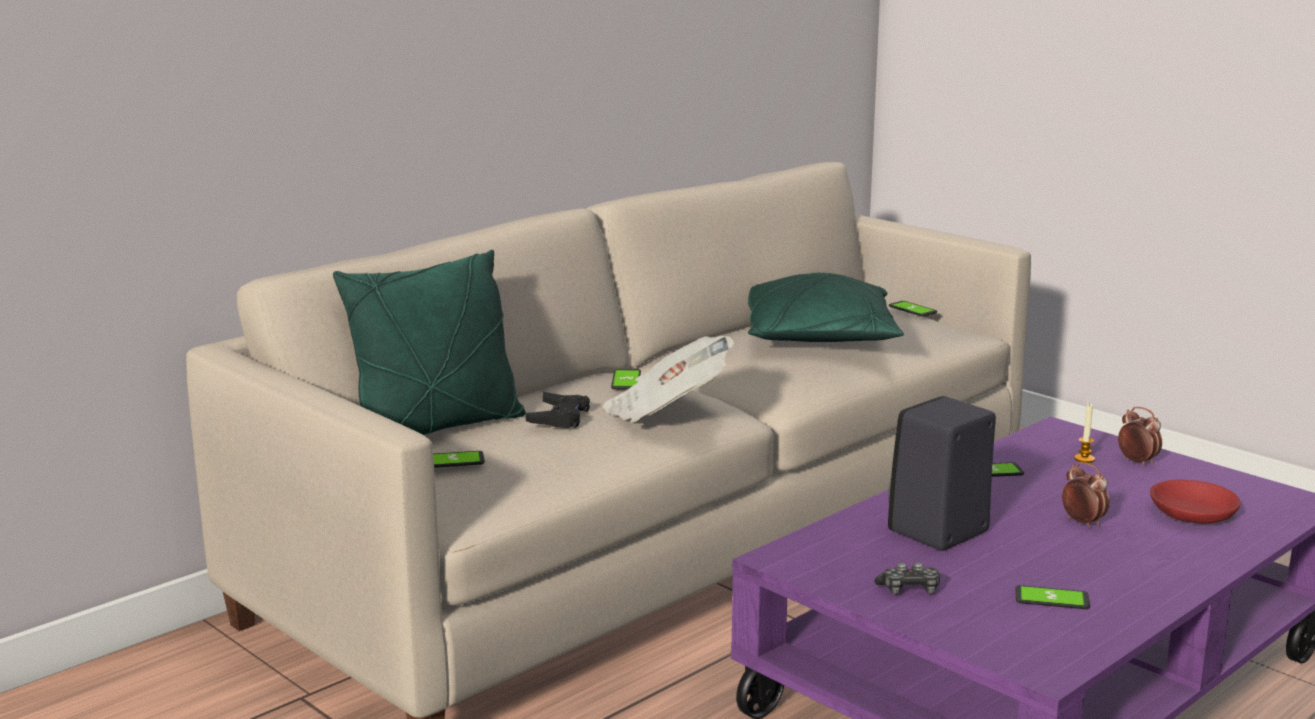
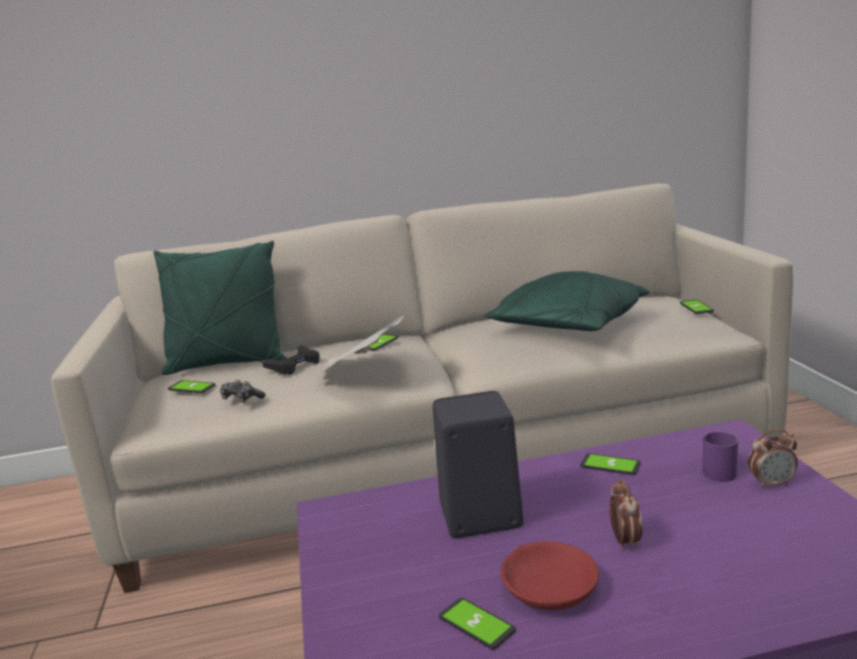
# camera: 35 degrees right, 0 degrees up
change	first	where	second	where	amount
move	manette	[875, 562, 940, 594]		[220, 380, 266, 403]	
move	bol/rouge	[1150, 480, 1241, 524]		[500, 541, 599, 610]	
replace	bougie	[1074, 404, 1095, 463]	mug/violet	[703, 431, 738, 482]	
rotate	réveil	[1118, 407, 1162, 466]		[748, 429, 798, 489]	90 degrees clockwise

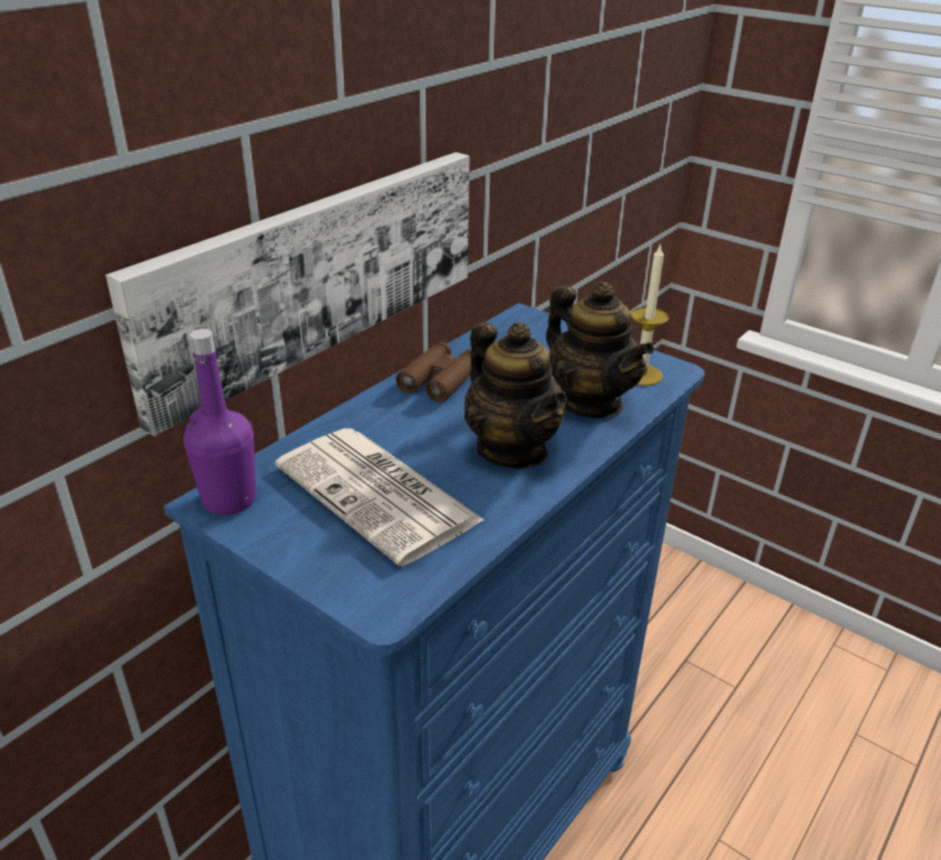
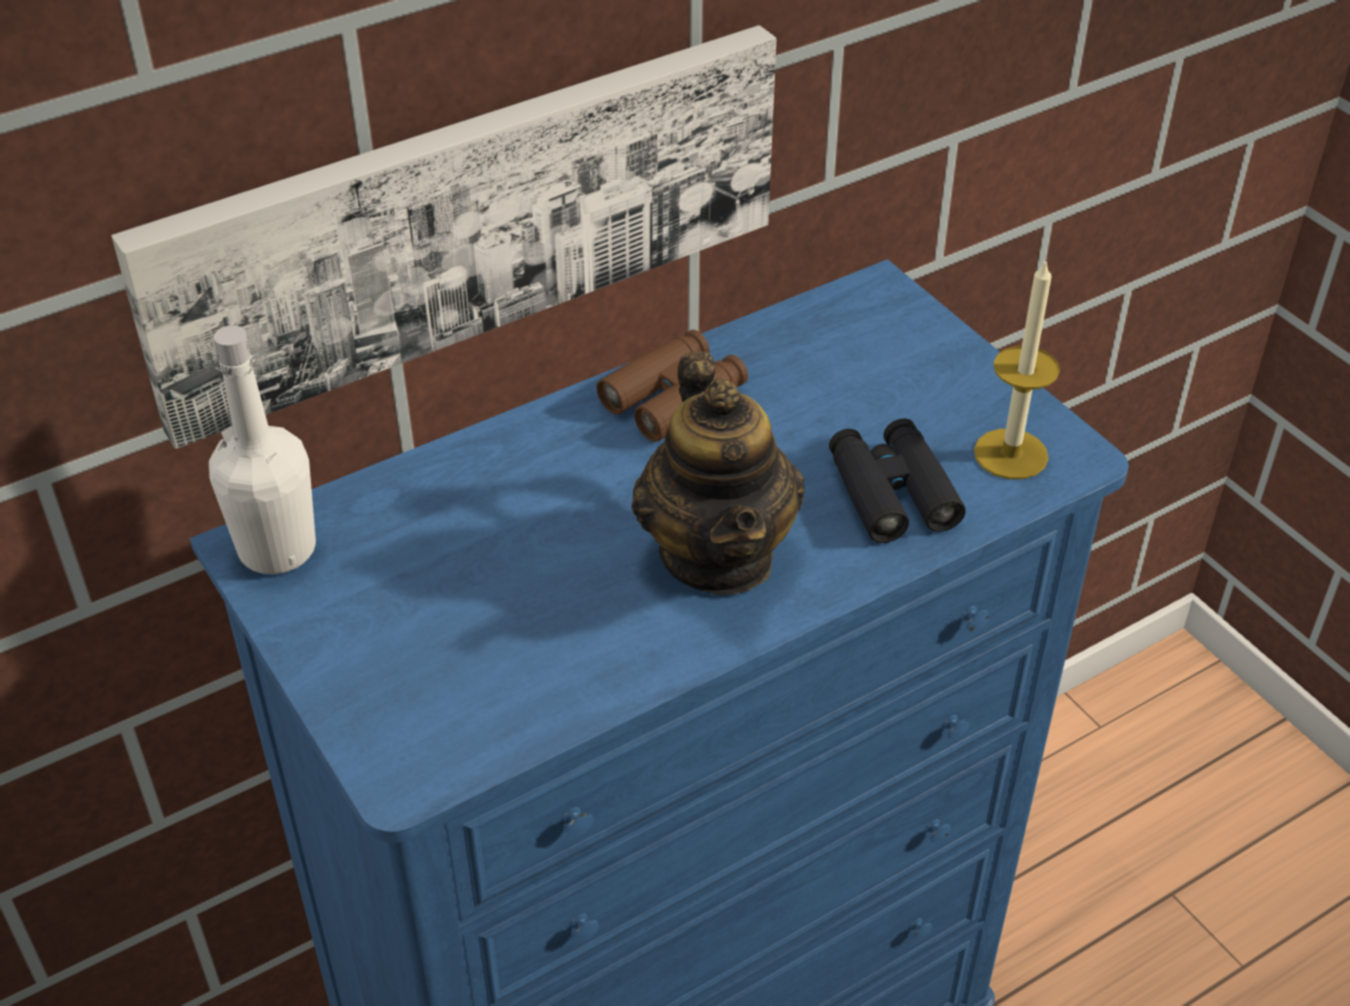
# camera: 20 degrees right, 10 degrees up
change	first	where	second	where	amount
delete	journal	[275, 428, 485, 566]			
replace	théière	[546, 282, 654, 418]	jumelles/noir	[829, 418, 966, 543]	
recolor	bouteille/violet	[184, 329, 256, 515]	bouteille/blanc	[209, 325, 316, 574]	

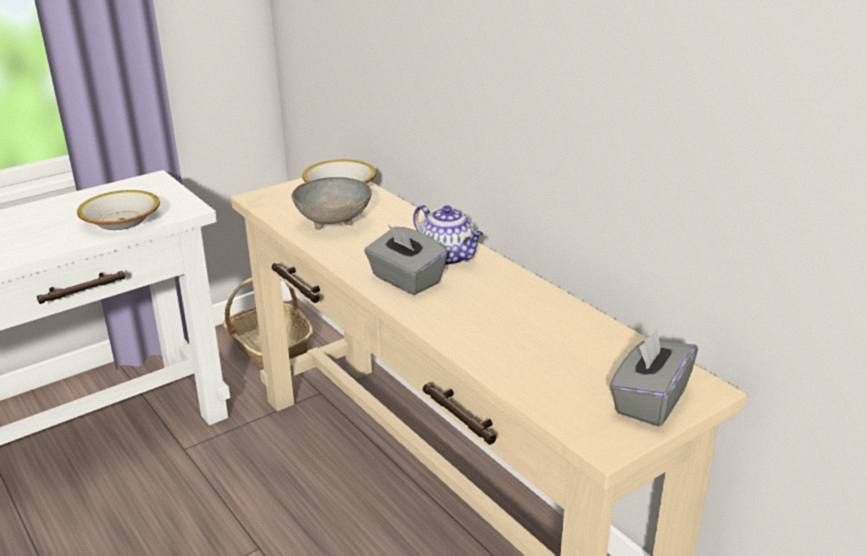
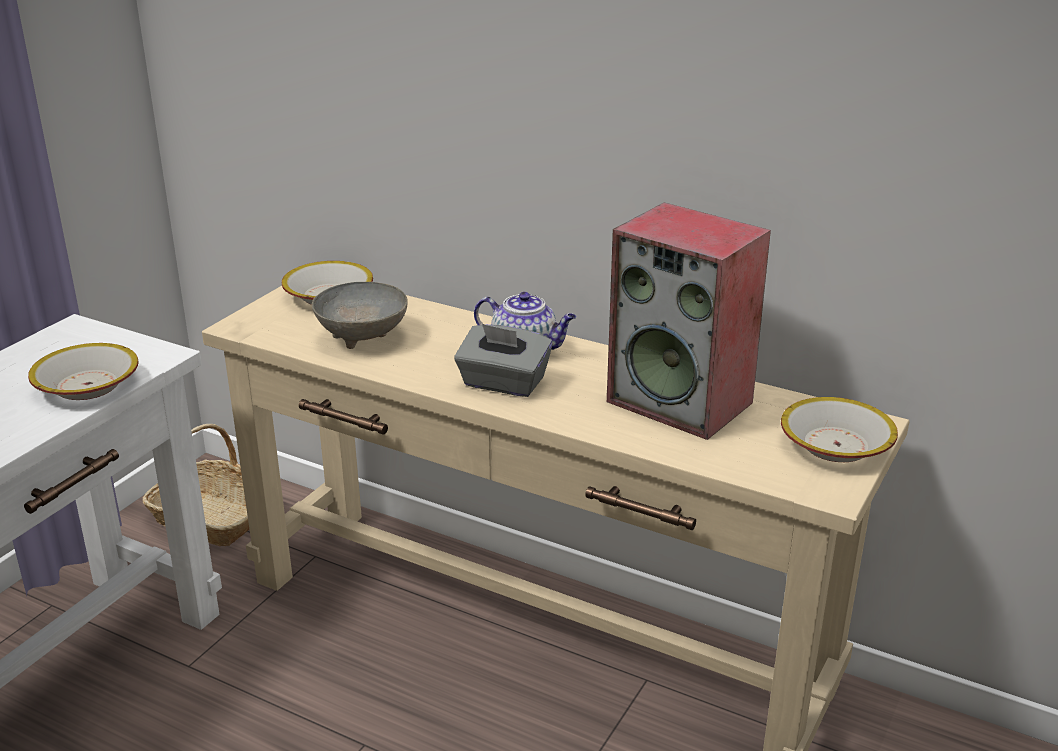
# camera: 25 degrees left, 0 degrees up
change	first	where	second	where	amount
insert			enceinte	[607, 202, 771, 440]	
replace	boîte à mouchoirs/gris	[610, 328, 698, 427]	bol	[781, 397, 898, 462]	

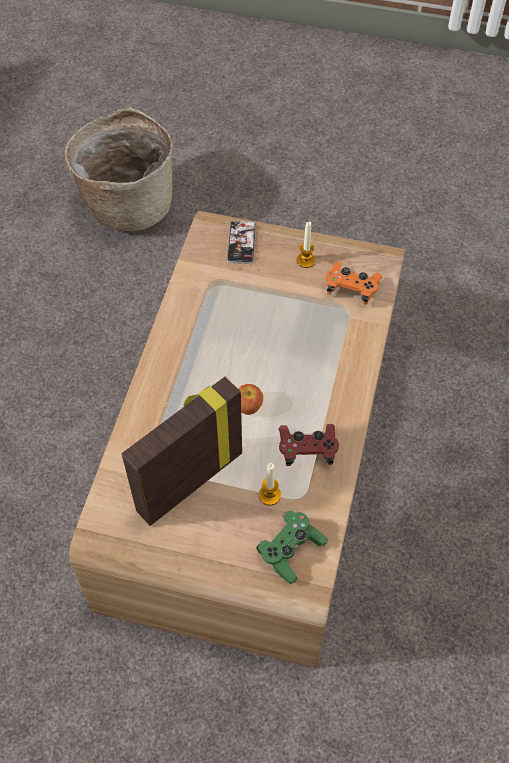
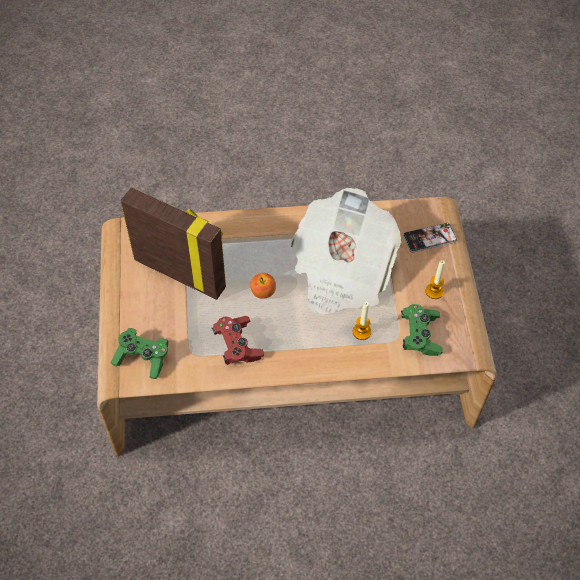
# camera: 70 degrees right, 0 degrees up
change	first	where	second	where	amount
delete	panier	[65, 107, 173, 231]			
insert			journal	[291, 188, 401, 314]	
move	bougie	[259, 463, 281, 506]		[353, 301, 371, 340]	
recolor	manette/orange	[326, 262, 383, 305]	manette/vert	[401, 304, 443, 356]	

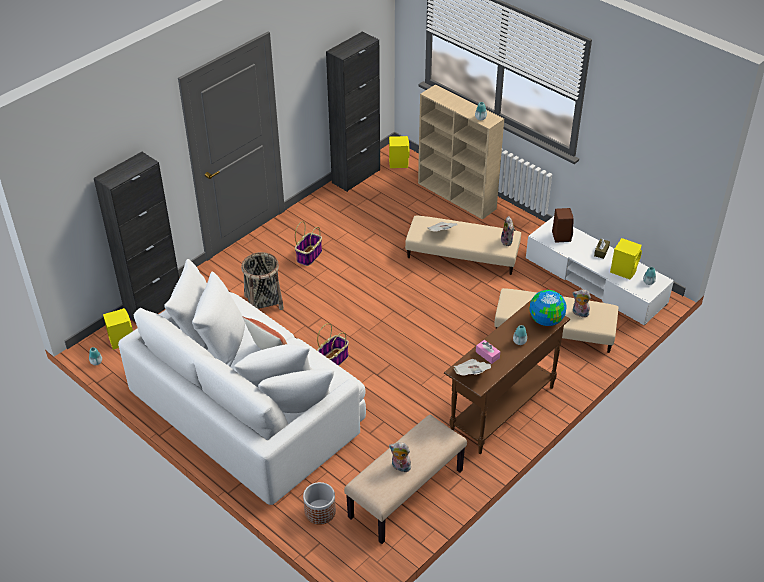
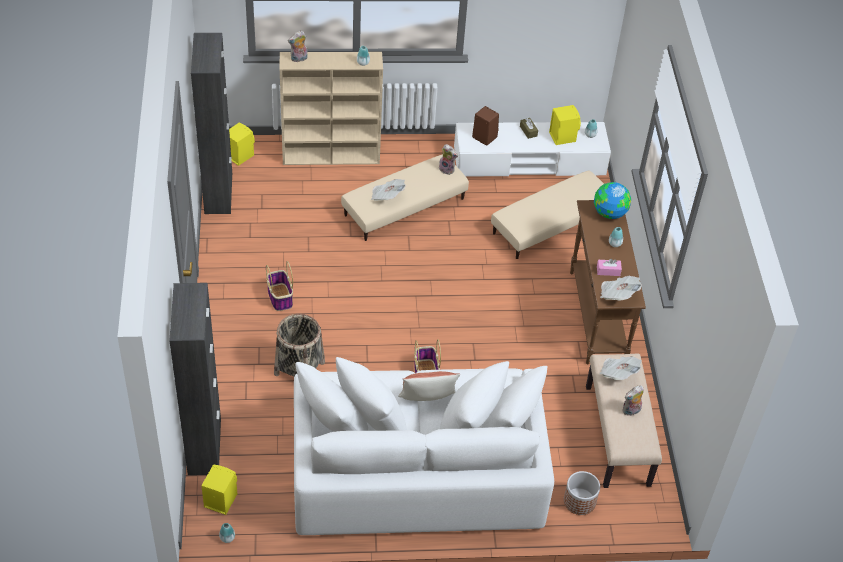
# camera: 50 degrees left, 5 degrees up
change	first	where	second	where	amount
insert			journal	[599, 356, 641, 380]	
move	peluche	[572, 289, 591, 317]		[288, 31, 308, 62]	

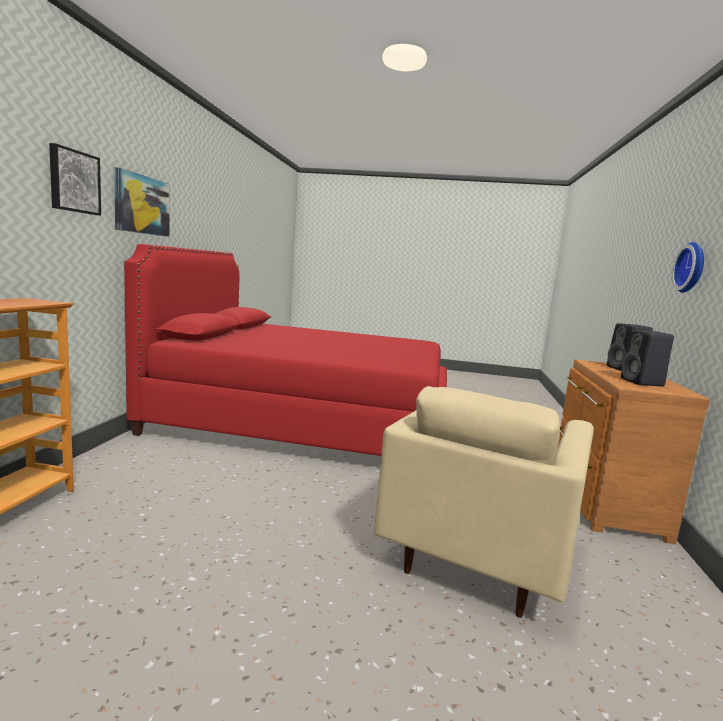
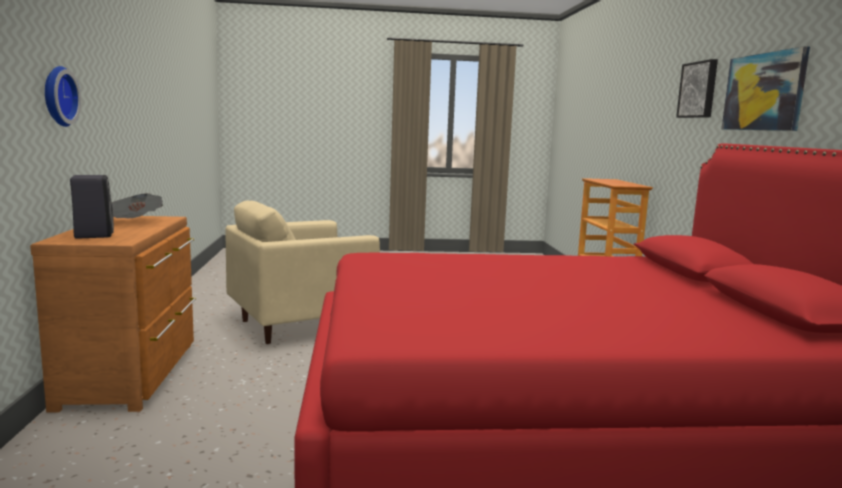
# camera: 165 degrees right, 0 degrees up
change	first	where	second	where	amount
replace	enceinte/noir	[621, 330, 674, 386]	journal	[112, 193, 163, 218]	
rotate	fauteuil/beige	[374, 386, 594, 618]		[225, 201, 380, 344]	135 degrees counterclockwise

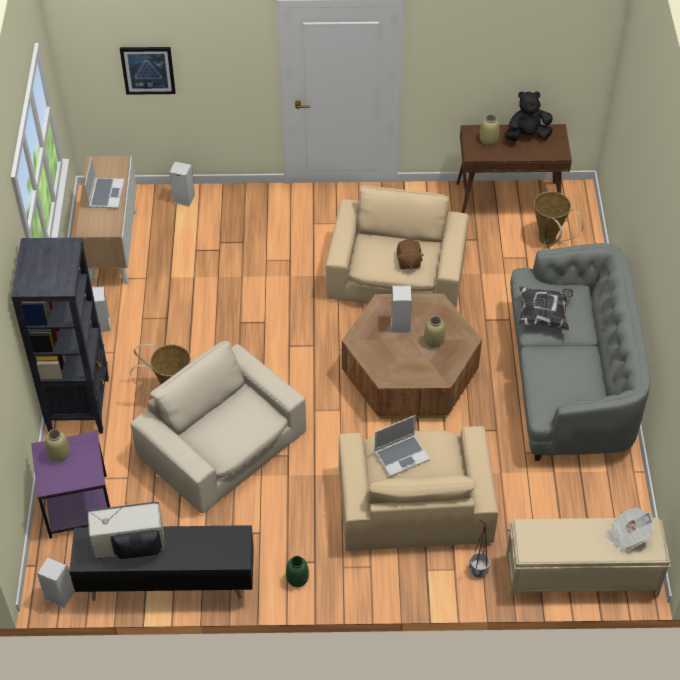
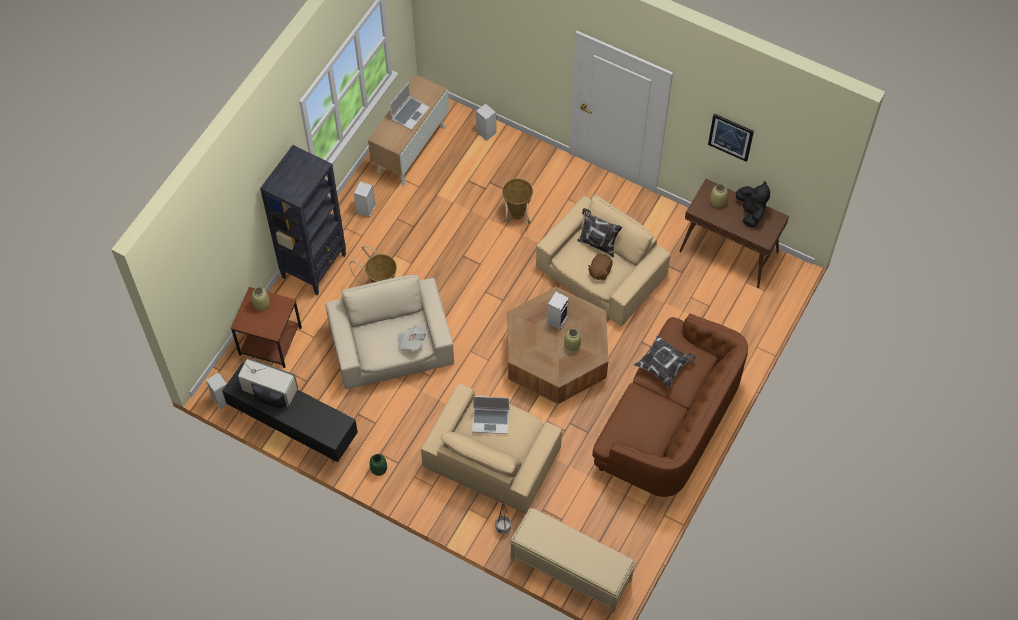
# camera: 30 degrees right, 10 degrees up
change	first	where	second	where	amount
insert			coussin	[577, 208, 622, 257]	
move	tableau	[120, 47, 176, 95]		[708, 113, 754, 162]	
move	panier	[534, 191, 583, 249]		[502, 178, 533, 224]	
move	journal	[605, 507, 653, 551]		[397, 325, 427, 351]	
recolor	table d'appoint/violet	[31, 432, 110, 538]	table d'appoint/marron	[231, 287, 302, 368]	
recolor	canapé/gris	[510, 243, 651, 461]	canapé/marron	[592, 314, 748, 497]	
rotate	peluche/noir	[505, 91, 553, 141]		[736, 181, 770, 228]	60 degrees clockwise

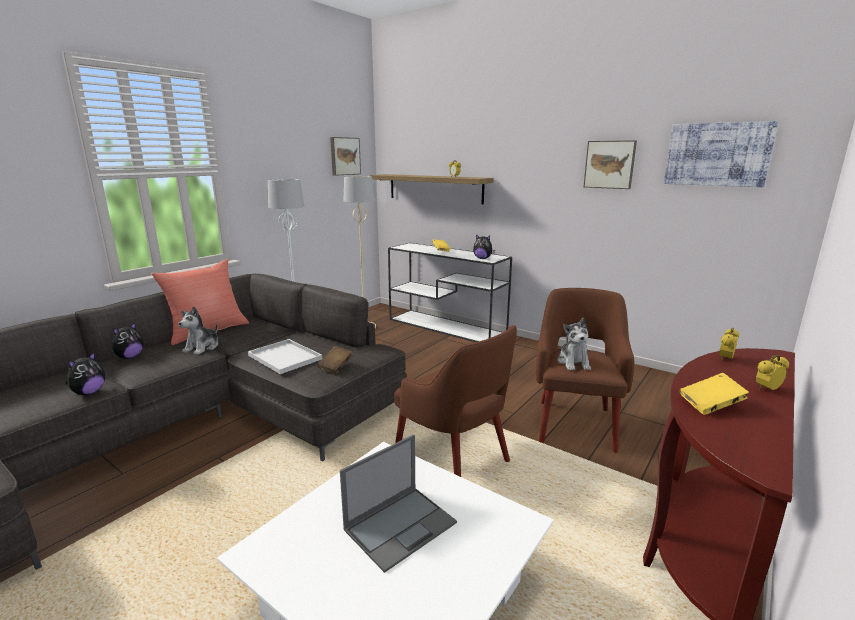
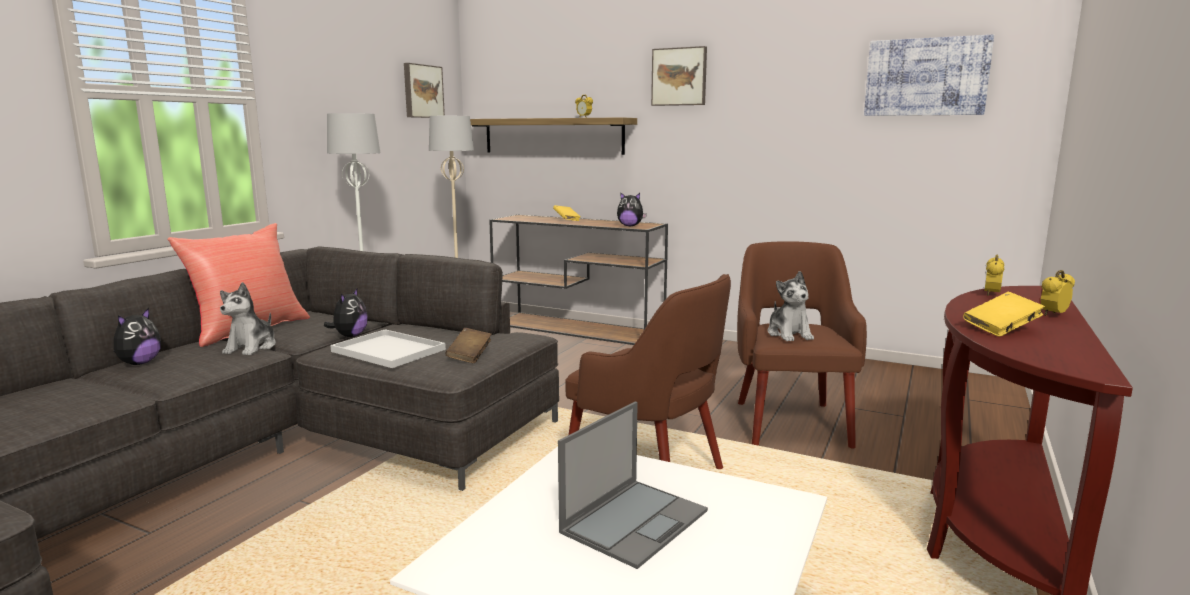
# camera: 10 degrees left, 5 degrees down
change	first	where	second	where	amount
move	peluche	[66, 352, 105, 395]		[324, 289, 368, 337]	
move	tableau	[583, 140, 637, 189]		[651, 46, 707, 106]	
recolor	table console/blanc	[388, 243, 512, 342]	table console/marron	[489, 214, 668, 345]	

